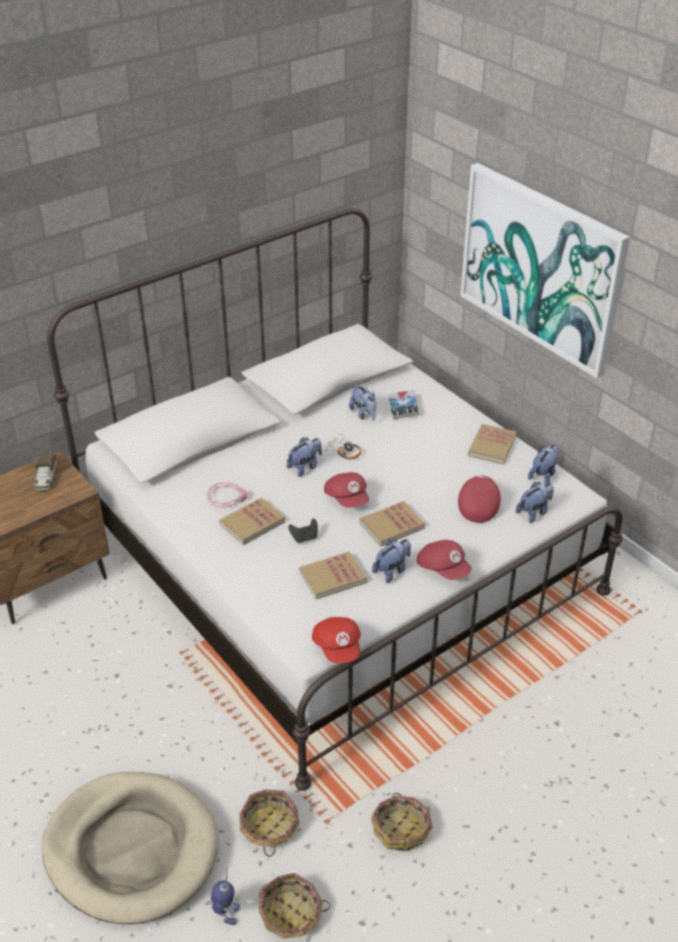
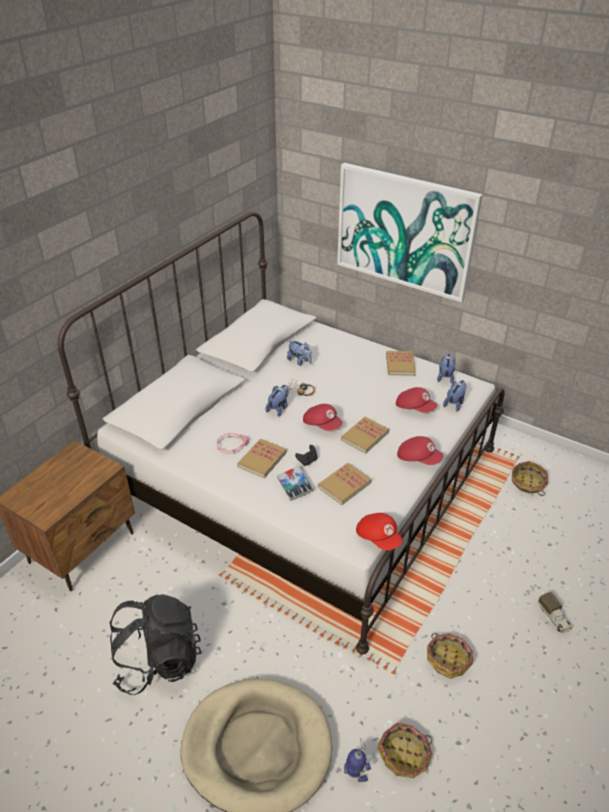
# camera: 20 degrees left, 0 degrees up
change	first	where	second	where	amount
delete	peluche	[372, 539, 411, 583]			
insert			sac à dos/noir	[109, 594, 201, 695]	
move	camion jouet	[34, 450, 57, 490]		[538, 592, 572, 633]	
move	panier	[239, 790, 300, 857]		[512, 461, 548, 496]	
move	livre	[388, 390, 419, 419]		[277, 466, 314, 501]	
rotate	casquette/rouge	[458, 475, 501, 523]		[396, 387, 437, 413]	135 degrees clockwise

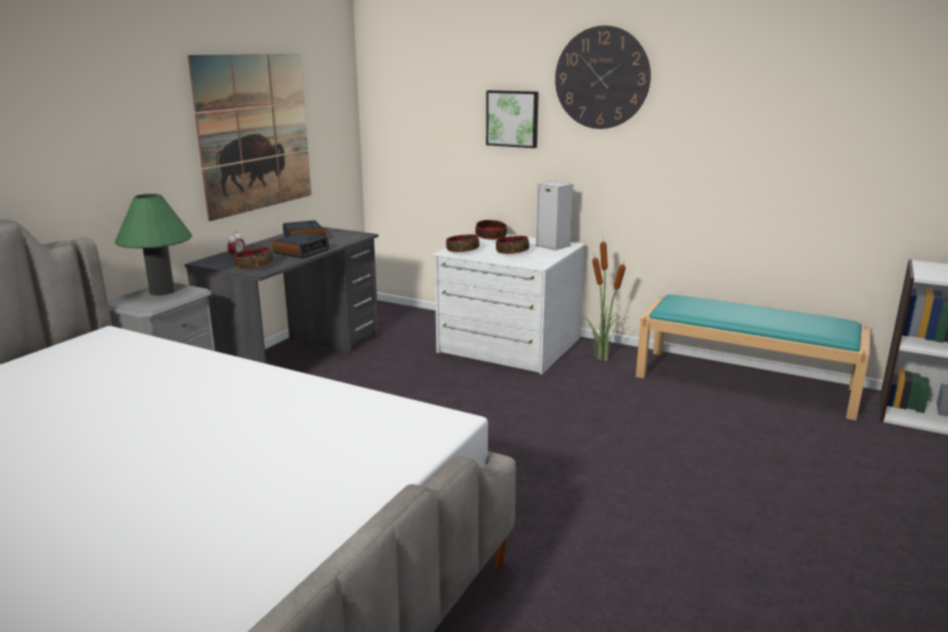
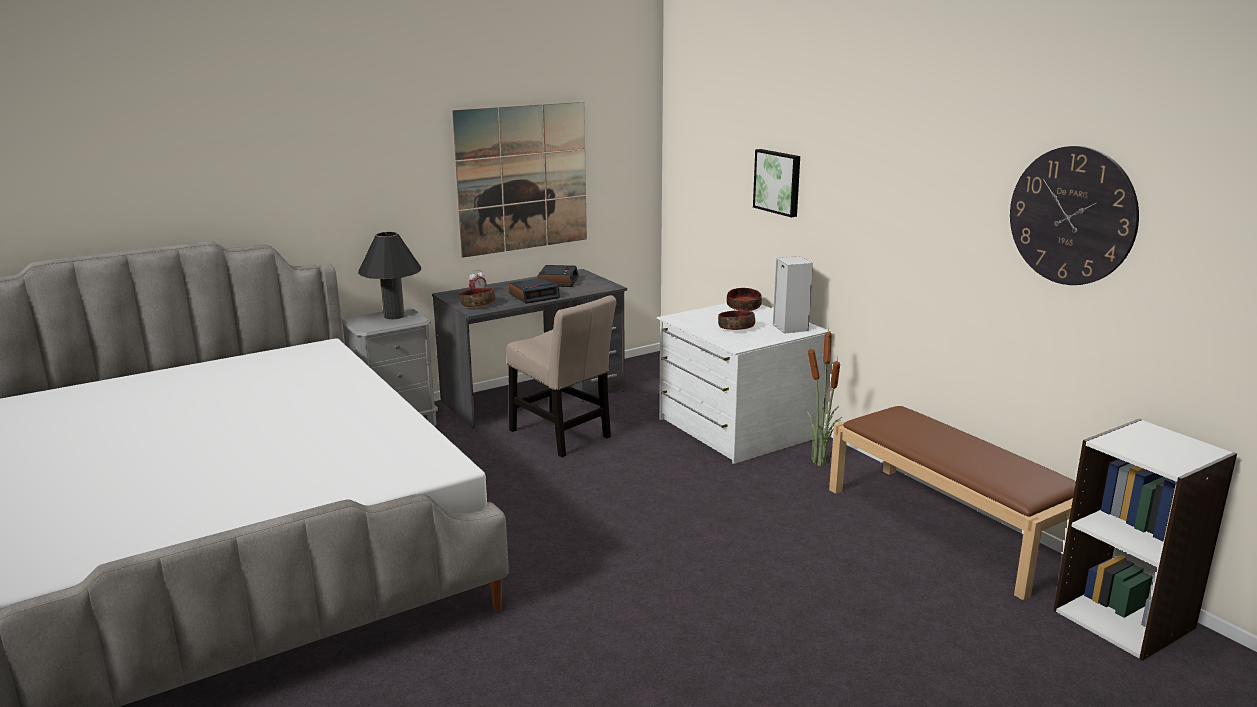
# camera: 30 degrees right, 0 degrees up
change	first	where	second	where	amount
delete	bol	[446, 234, 480, 252]			
insert			chaise/beige	[506, 295, 617, 457]	
move	horloge murale	[555, 26, 651, 129]		[1010, 146, 1139, 285]	
recolor	lampe de table/vert	[115, 194, 192, 296]	lampe de table/noir	[358, 232, 421, 319]	
recolor	banc/turquoise	[636, 294, 871, 420]	banc/marron	[829, 406, 1076, 601]	

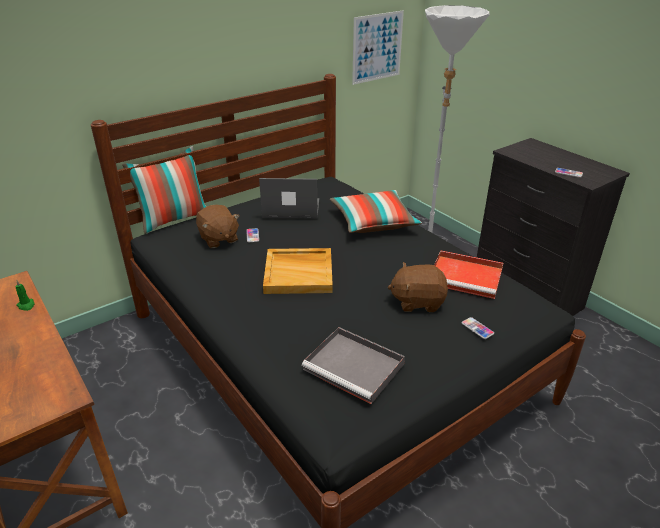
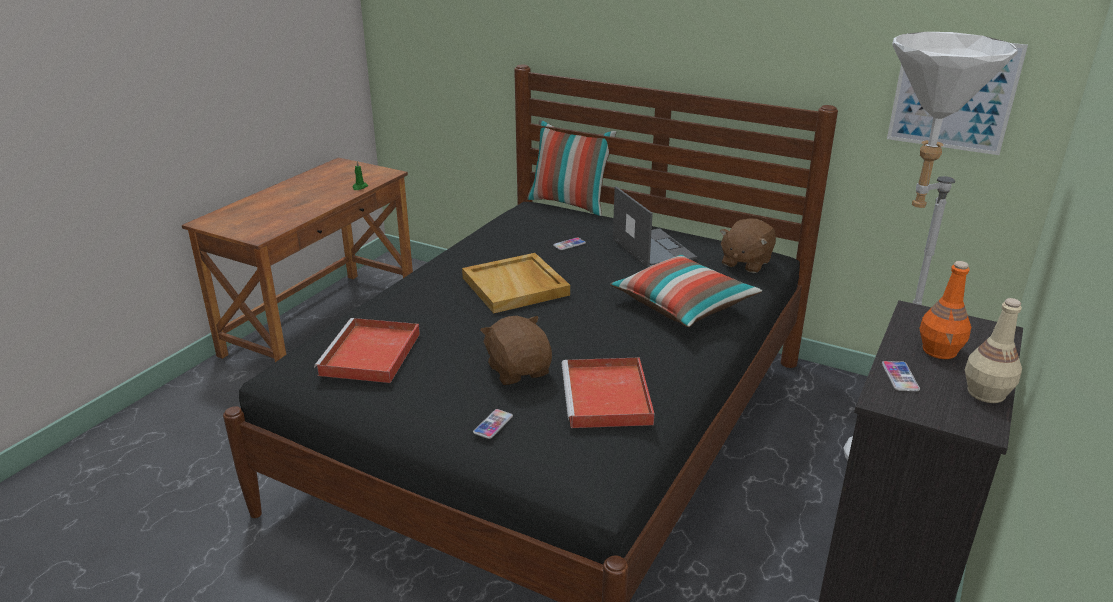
# camera: 65 degrees right, 5 degrees down
change	first	where	second	where	amount
insert			bouteille/orange	[920, 261, 971, 359]	
insert			bouteille/beige	[965, 298, 1022, 403]	
move	peluche/marron	[196, 205, 239, 248]		[720, 219, 776, 273]	
recolor	plateau/gris	[302, 327, 405, 404]	plateau/rouge	[314, 318, 420, 383]	

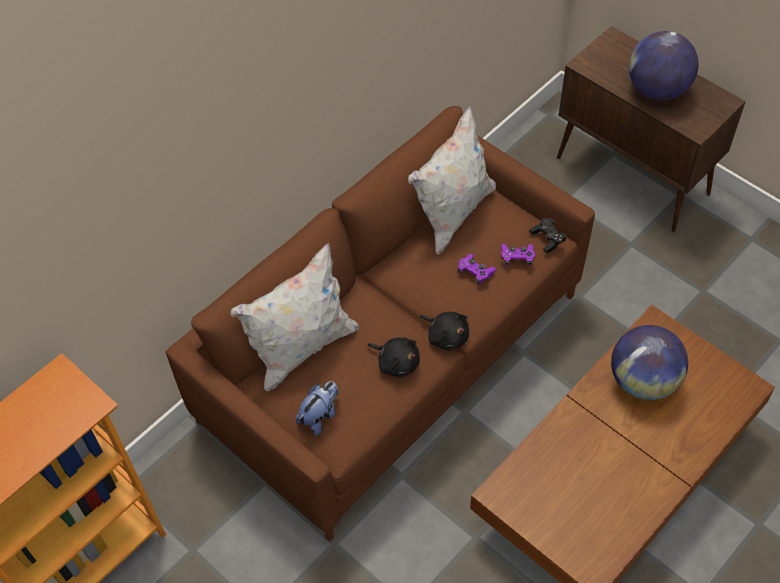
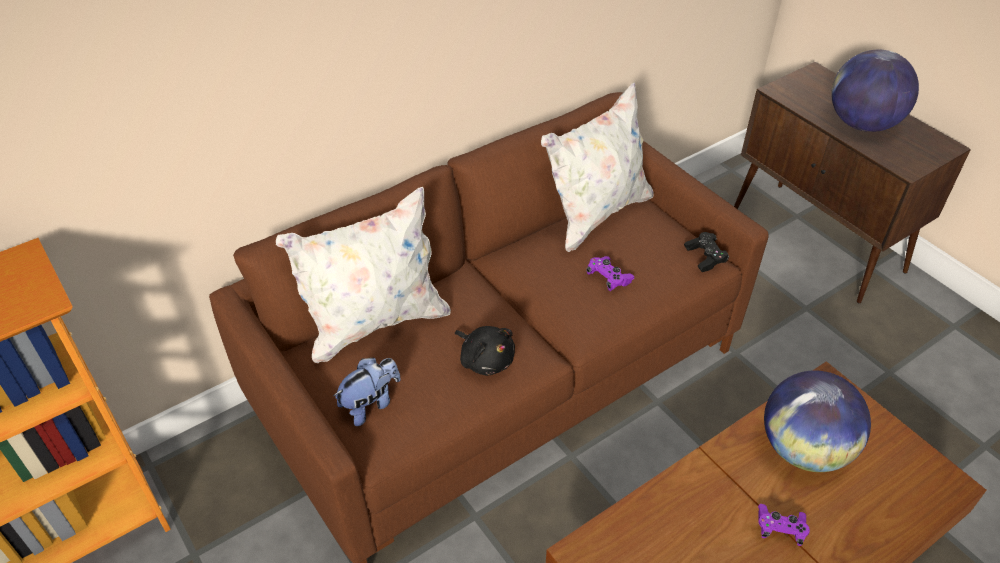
# camera: 10 degrees right, 10 degrees down
change	first	where	second	where	amount
delete	peluche/noir	[420, 312, 469, 350]			
move	manette/violet	[501, 244, 535, 266]		[758, 504, 810, 546]	

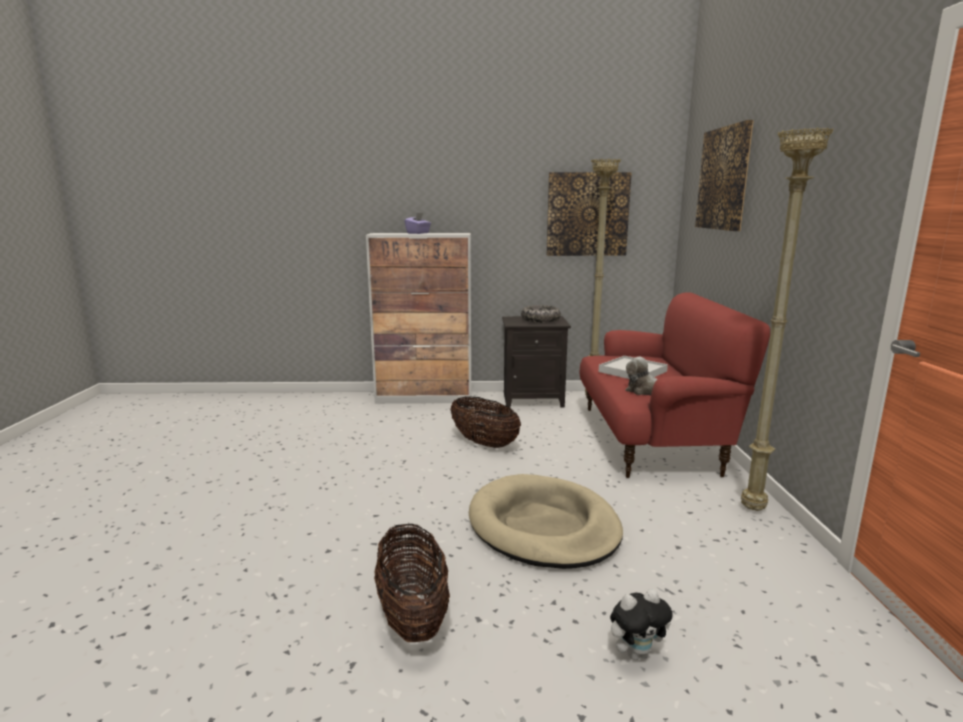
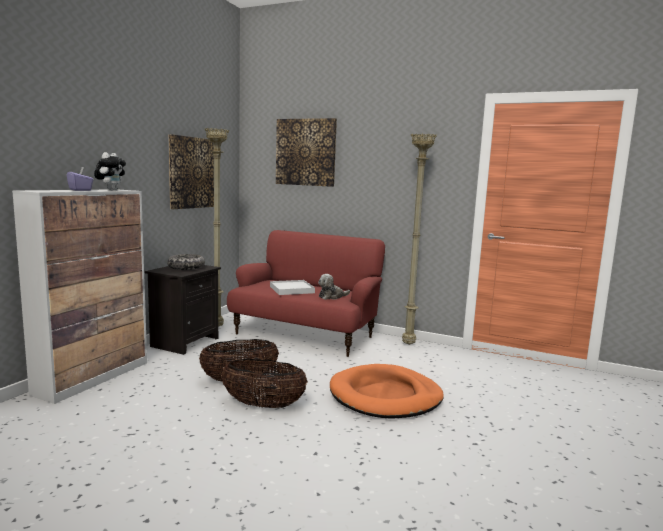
# camera: 65 degrees left, 5 degrees down
change	first	where	second	where	amount
move	panier	[374, 524, 450, 642]		[221, 359, 308, 408]	
move	peluche	[610, 589, 673, 660]		[94, 152, 126, 190]	
recolor	panier pour chien/beige	[469, 474, 623, 569]	panier pour chien/orange	[330, 364, 444, 419]	

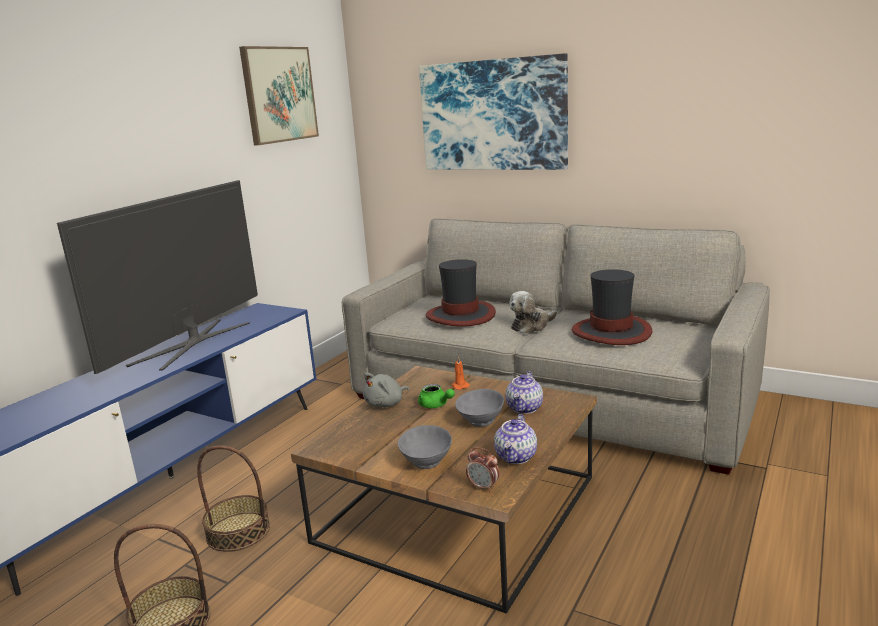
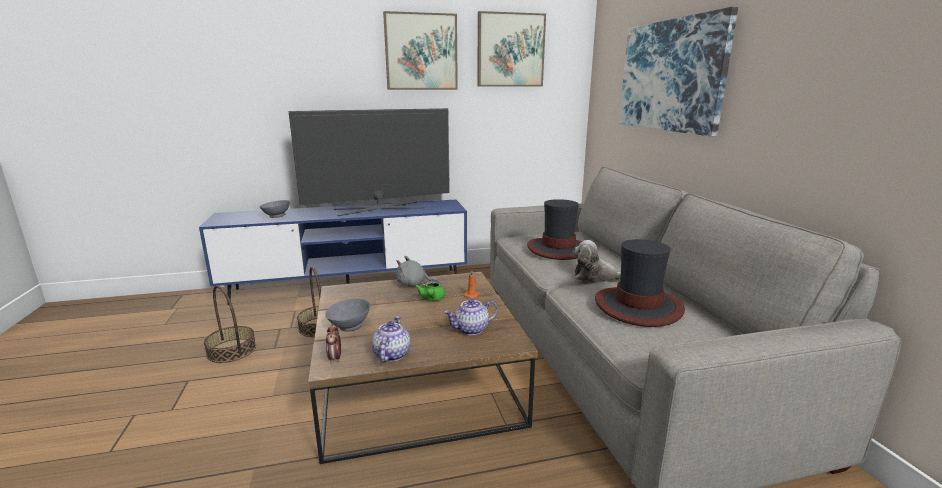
# camera: 45 degrees right, 0 degrees up
change	first	where	second	where	amount
insert			tableau	[383, 11, 458, 90]	
move	bol/gris	[455, 389, 504, 427]		[260, 200, 290, 218]	
rotate	théière	[494, 414, 537, 464]		[372, 316, 410, 362]	120 degrees clockwise

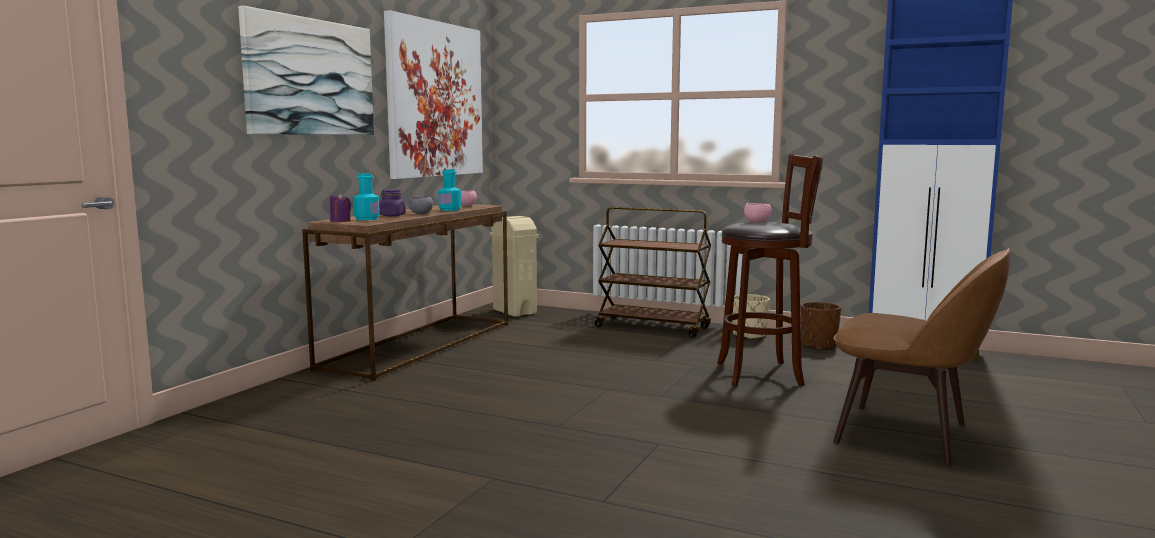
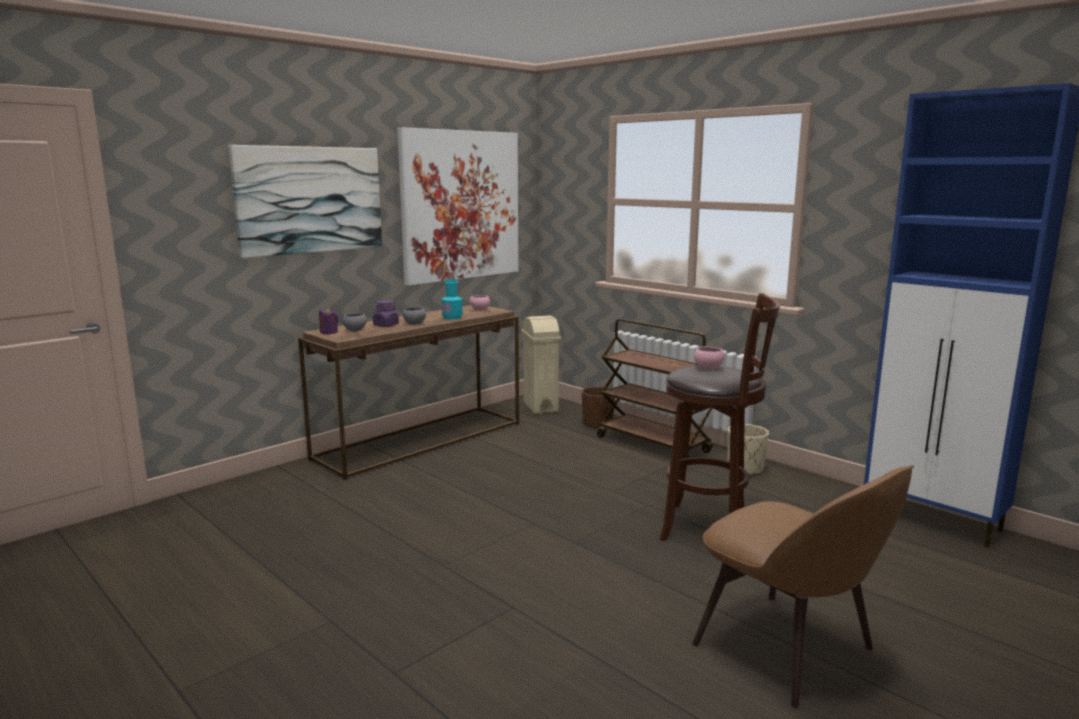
# camera: 20 degrees right, 5 degrees up
change	first	where	second	where	amount
move	cache-pot/marron	[801, 302, 841, 349]		[582, 386, 615, 428]	
replace	bouteille/turquoise	[353, 173, 380, 220]	bol/gris	[342, 313, 367, 331]	

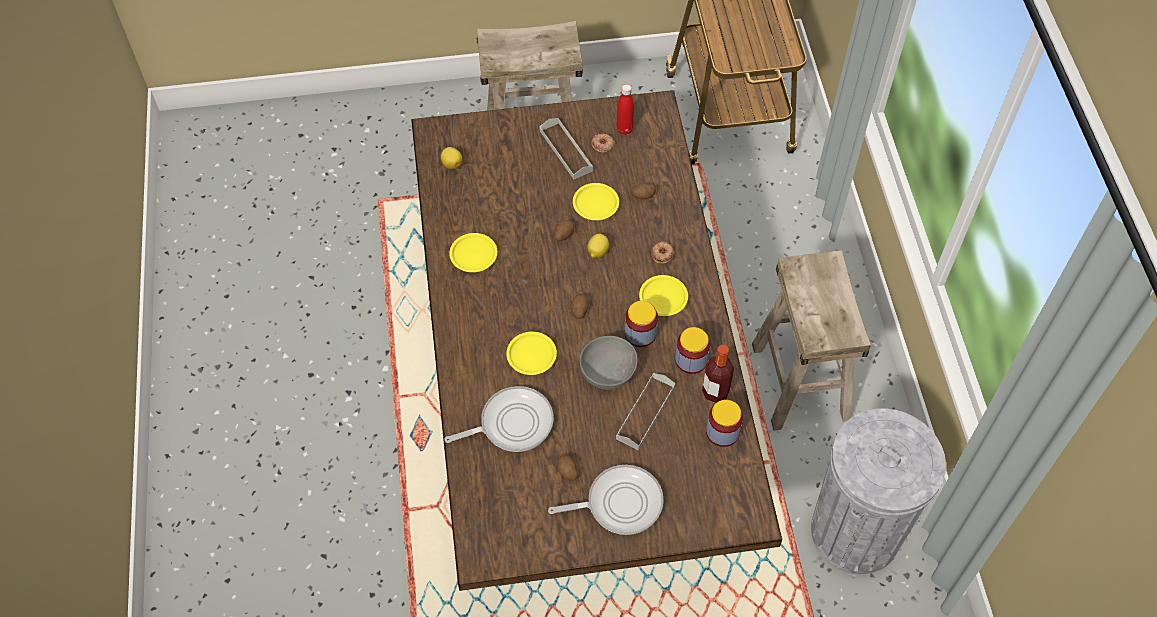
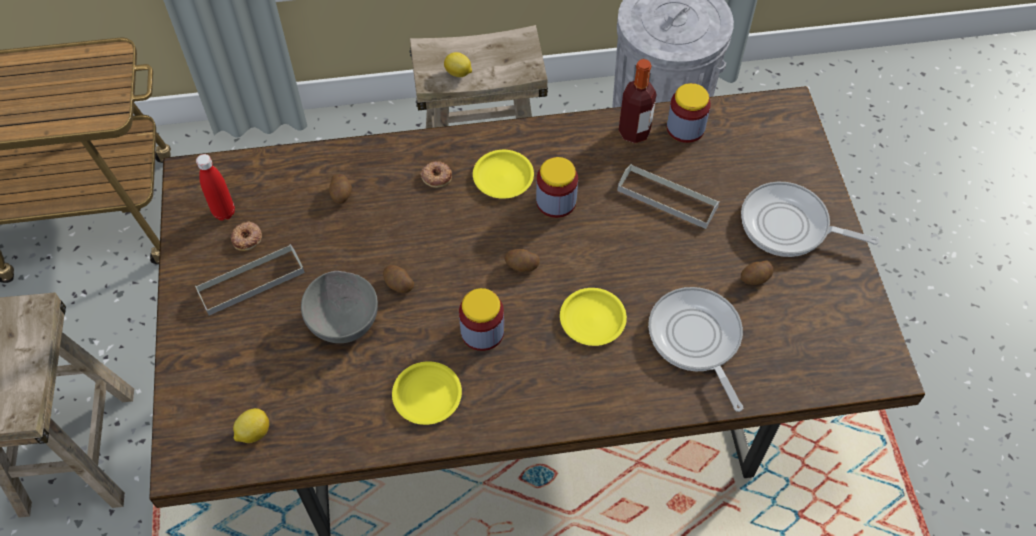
# camera: 90 degrees left, 0 degrees up
change	first	where	second	where	amount
delete	assiette/jaune	[573, 183, 619, 220]			
move	bol/gris	[579, 336, 638, 390]		[301, 271, 378, 343]	
move	citron	[587, 234, 609, 258]		[444, 52, 472, 77]	
move	bocal	[675, 327, 710, 374]		[459, 288, 504, 351]	
rotate	poêle	[548, 465, 664, 535]		[741, 182, 879, 257]	60 degrees counterclockwise

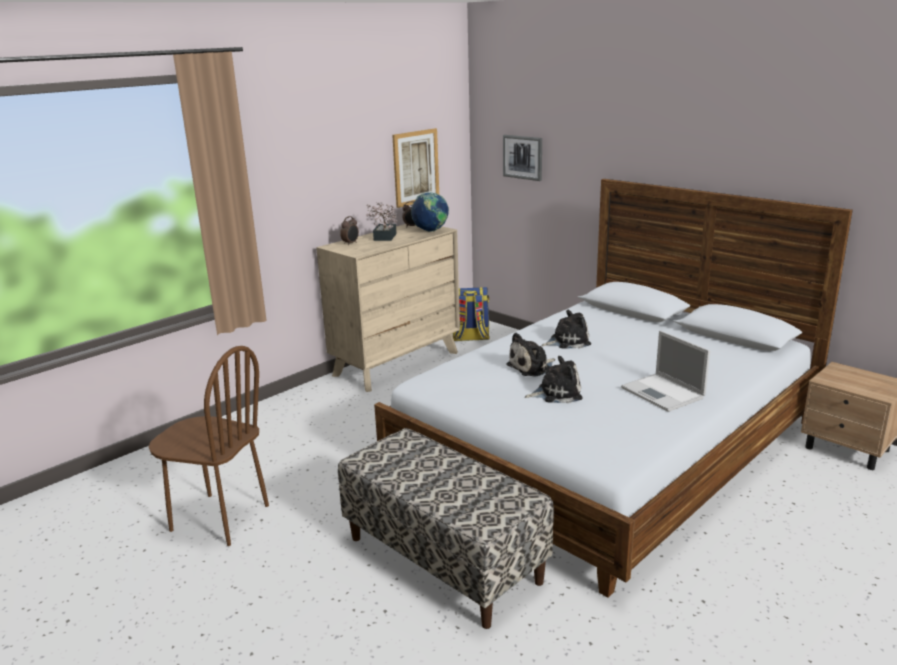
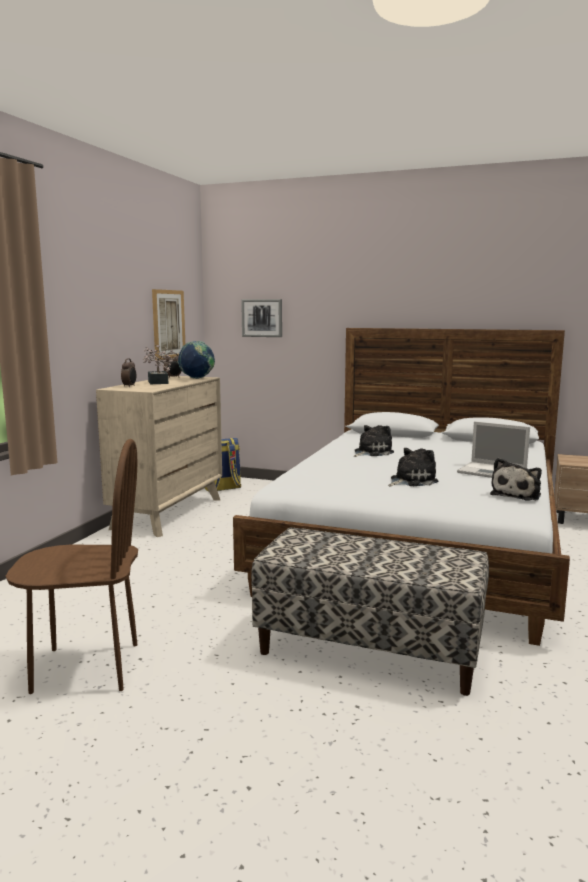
# camera: 25 degrees left, 10 degrees down
change	first	where	second	where	amount
move	peluche	[506, 332, 555, 377]		[490, 458, 542, 501]	

